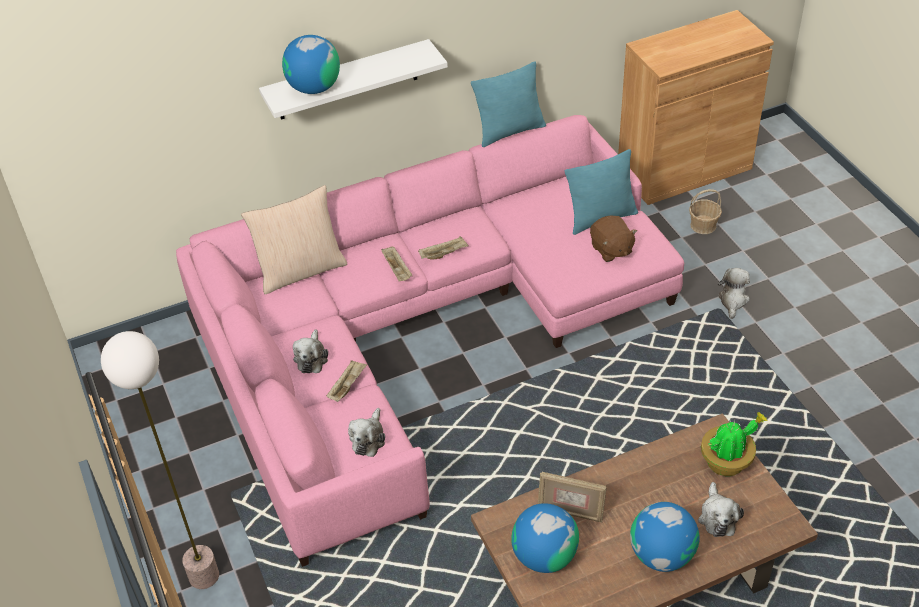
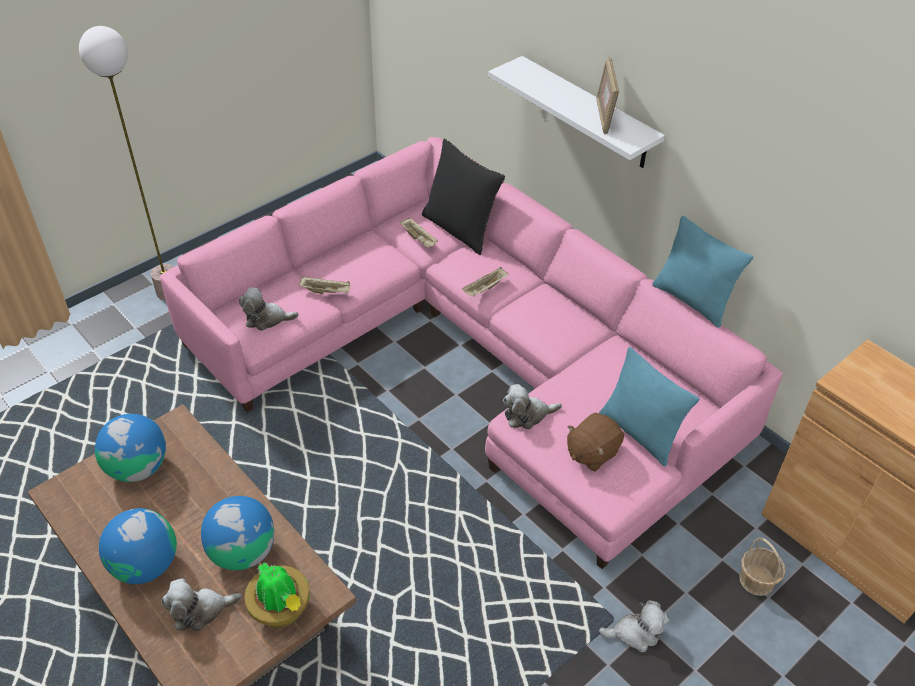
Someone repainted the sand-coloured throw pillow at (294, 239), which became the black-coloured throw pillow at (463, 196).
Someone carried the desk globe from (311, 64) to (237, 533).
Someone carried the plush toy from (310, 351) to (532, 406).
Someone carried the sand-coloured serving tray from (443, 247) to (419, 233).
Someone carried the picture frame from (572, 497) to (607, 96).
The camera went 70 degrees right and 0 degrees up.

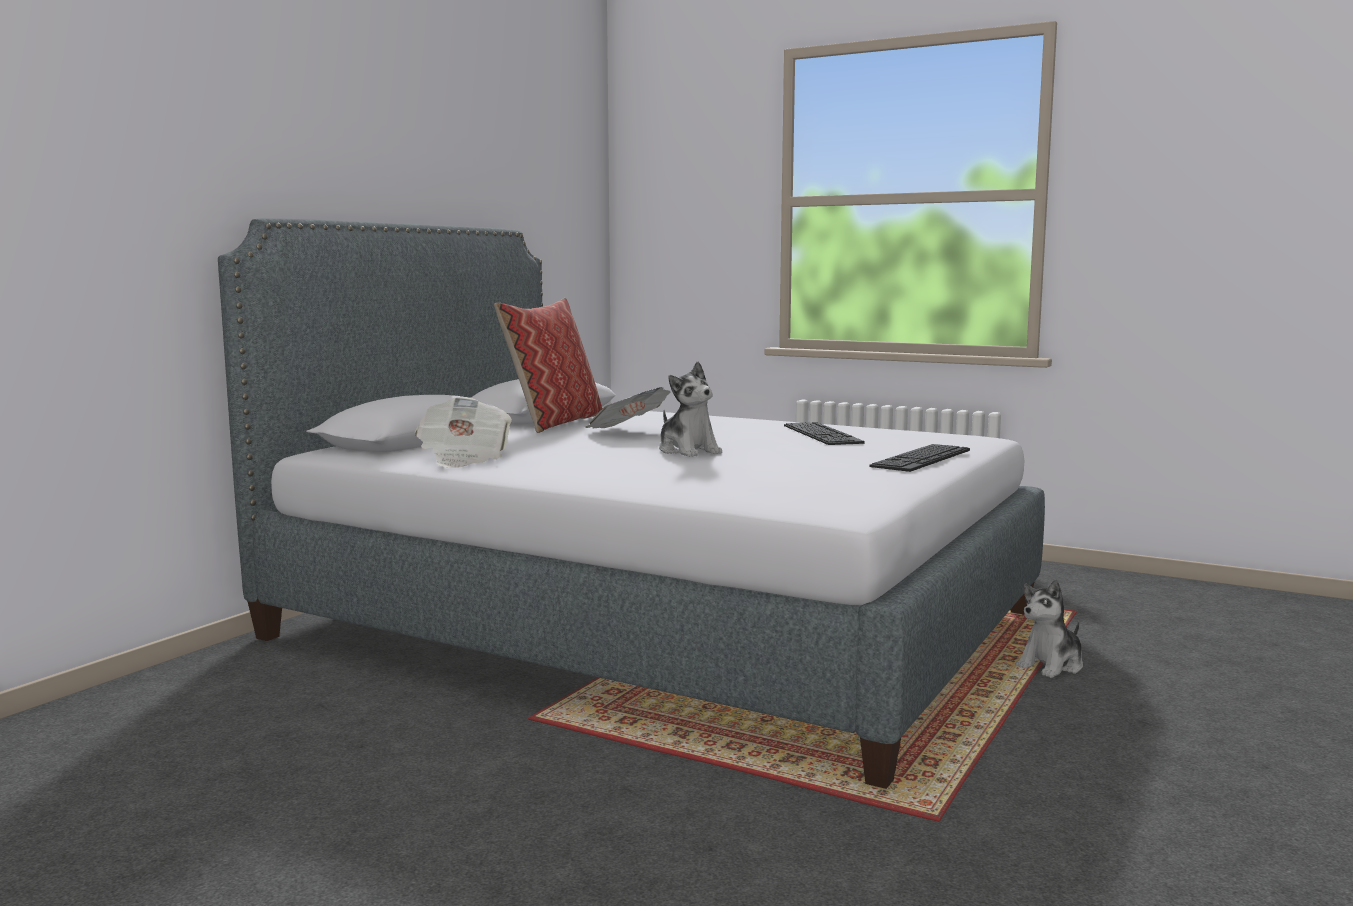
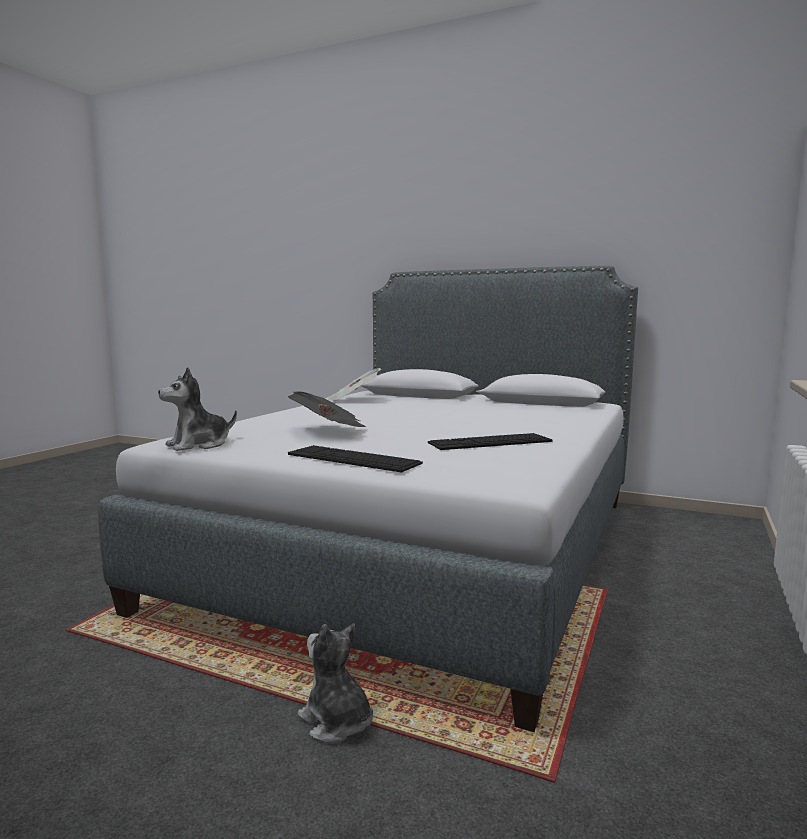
Someone took away the throw pillow at (548, 365).
Someone carried the daily paper from (628, 408) to (327, 409).
Someone carried the plush toy from (690, 409) to (197, 409).
The camera went 85 degrees right and 0 degrees up.

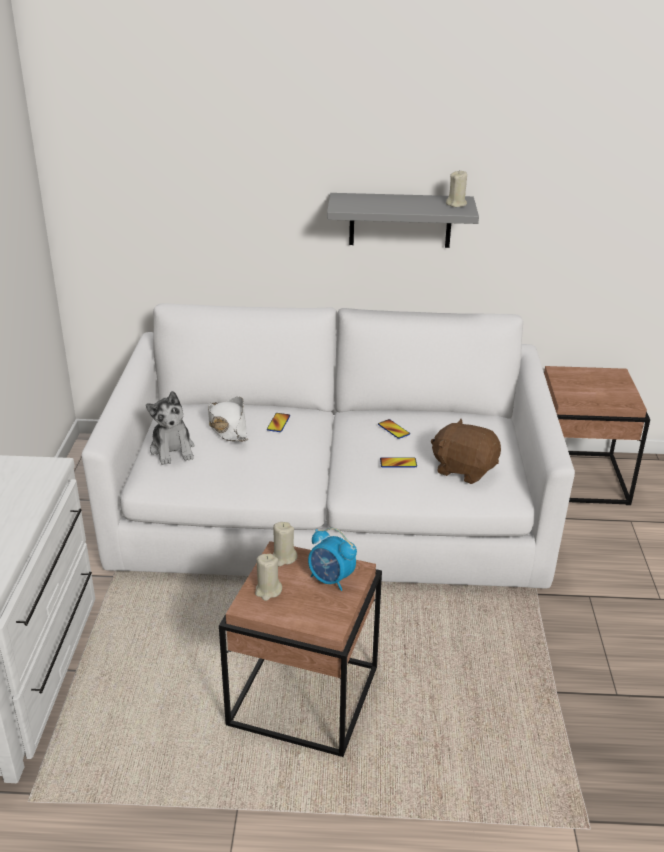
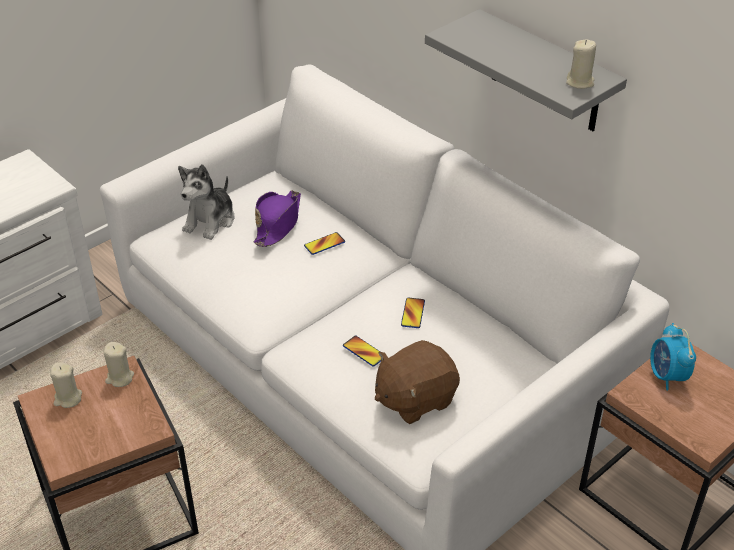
Someone repainted the white-coloured hat at (228, 419), which became the purple-coloured hat at (277, 218).
Someone carried the table clock from (332, 559) to (673, 356).
Someone rotated the brown-coloured plush toy at (466, 451) by 105 degrees counterclockwise.
The camera went 45 degrees right and 10 degrees up.

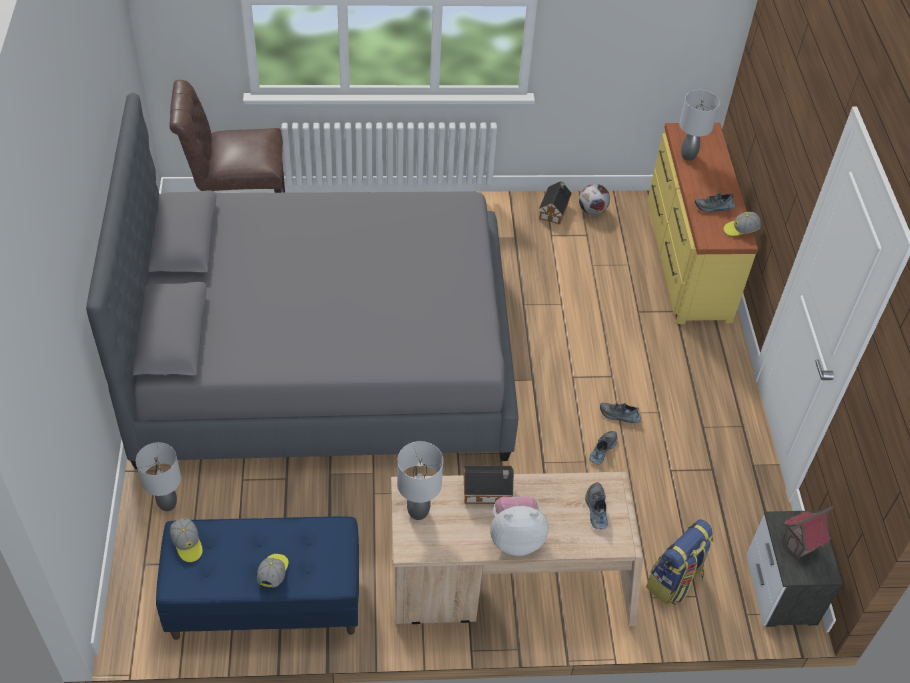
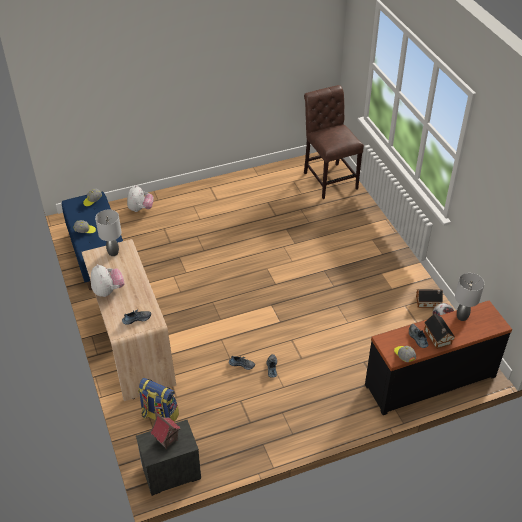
Someone took away the gray bedroom bed at (302, 281).
Someone swapped the gray tabletop lamp at (158, 476) for the plush toy at (140, 198).
Someone carried the model house from (488, 484) to (440, 331).
Someone repainted the yellowish dresser at (703, 223), which became the black-coloured dresser at (438, 358).
The camera went 75 degrees right and 5 degrees down.

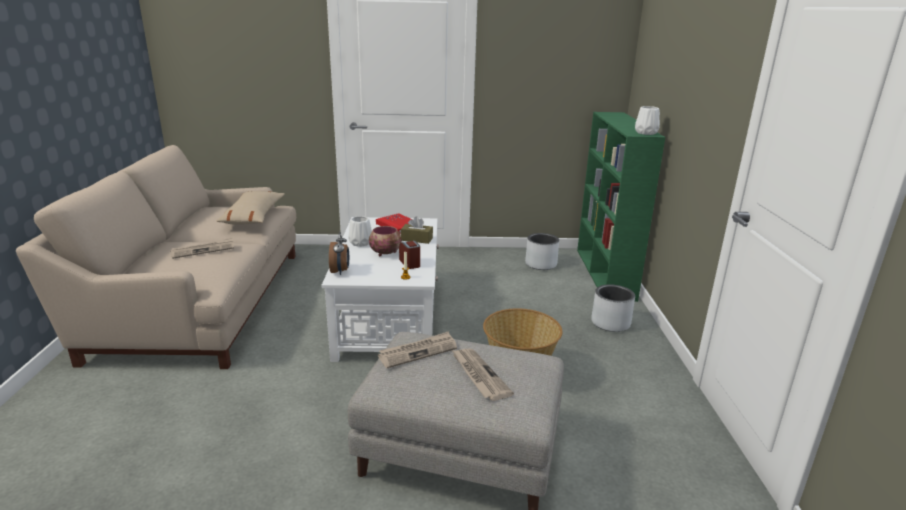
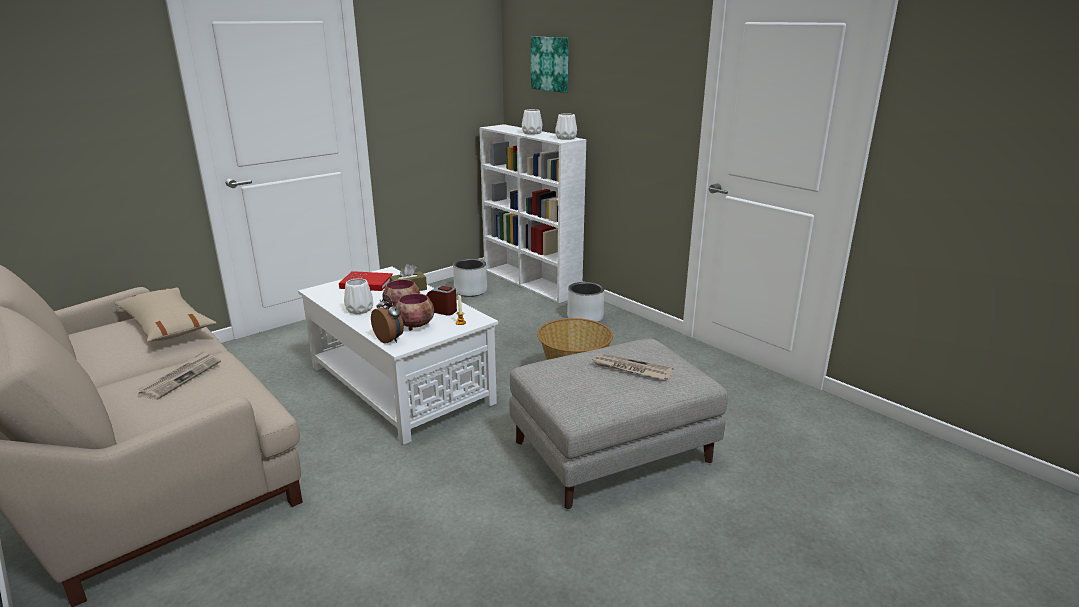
Someone took away the daily paper at (417, 349).
Someone repainted the greenish bookcase at (621, 207), which became the white-coloured bookcase at (532, 213).
Someone put down the bowl at (415, 312).
Someone put down the white-coloured vase at (532, 122).
Someone put up the wall art at (549, 64).
The camera went 40 degrees left and 0 degrees up.

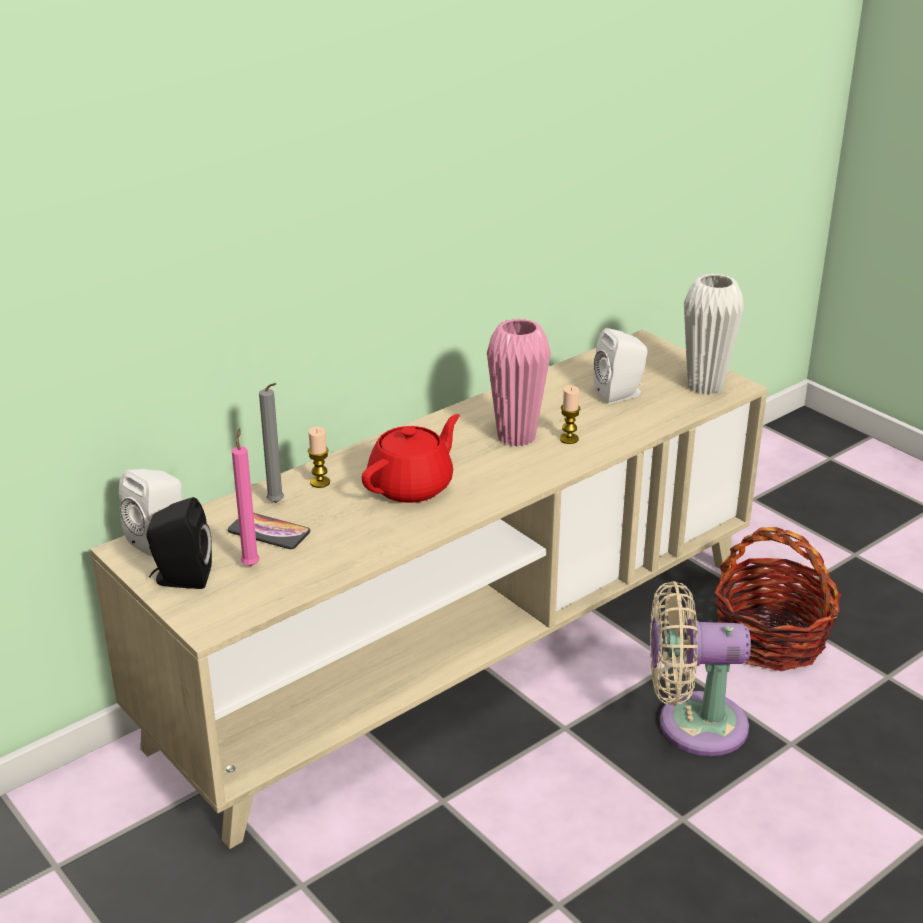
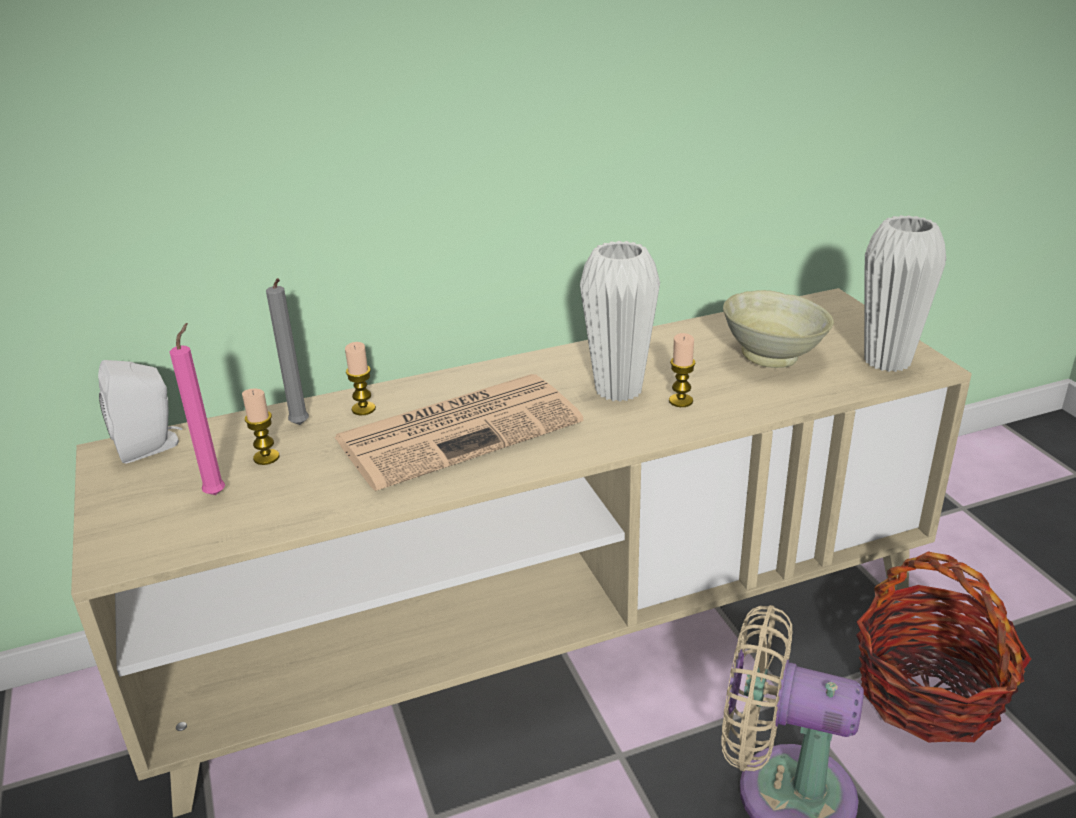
Someone took away the black-coloured audio speaker at (179, 543).
Someone swapped the phone at (269, 531) for the wax candle at (260, 427).
Someone swapped the red tea pot at (411, 458) for the daily paper at (458, 432).
Someone repainted the pinkish vase at (519, 382), which became the white-coloured vase at (620, 321).
Someone swapped the white-coloured audio speaker at (620, 366) for the sand-coloured bowl at (778, 329).
The camera went 20 degrees right and 0 degrees up.

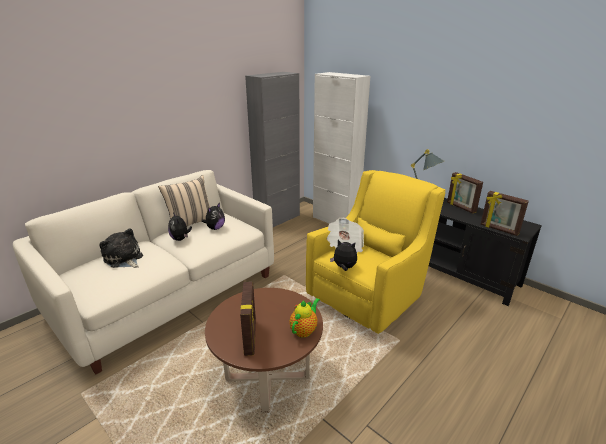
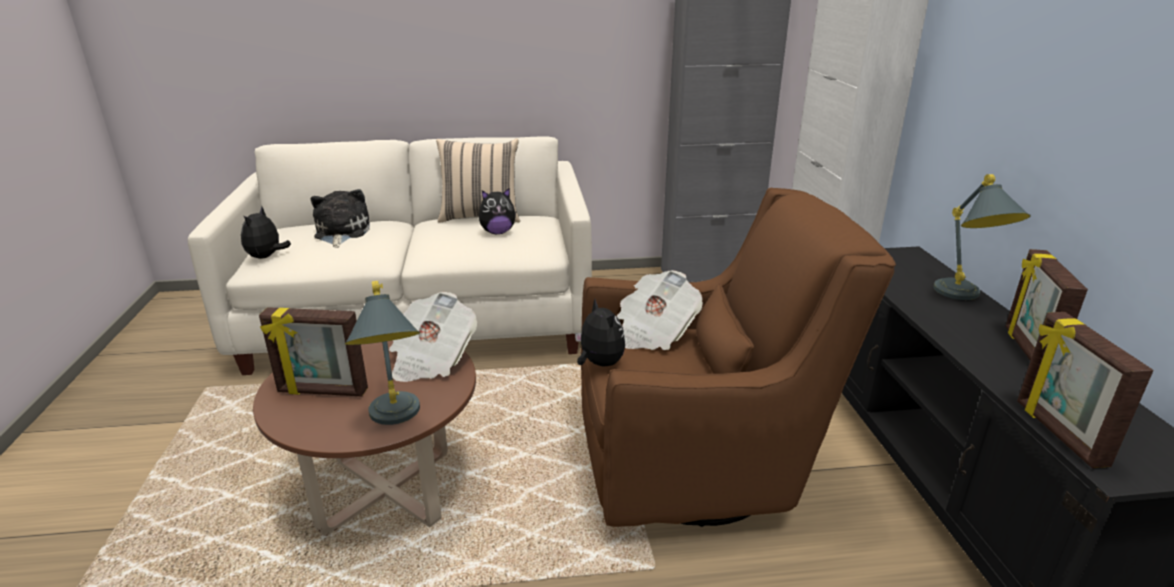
Someone carried the plush toy from (180, 226) to (266, 232).
Someone rotated the picture frame at (248, 319) by 60 degrees clockwise.
Someone swapped the tea pot at (304, 318) for the gray tabletop lamp at (382, 353).
Someone repainted the yellowish lounge chair at (375, 252), which became the brown-coloured lounge chair at (738, 357).
Someone put down the daily paper at (433, 337).
The camera went 40 degrees right and 0 degrees up.

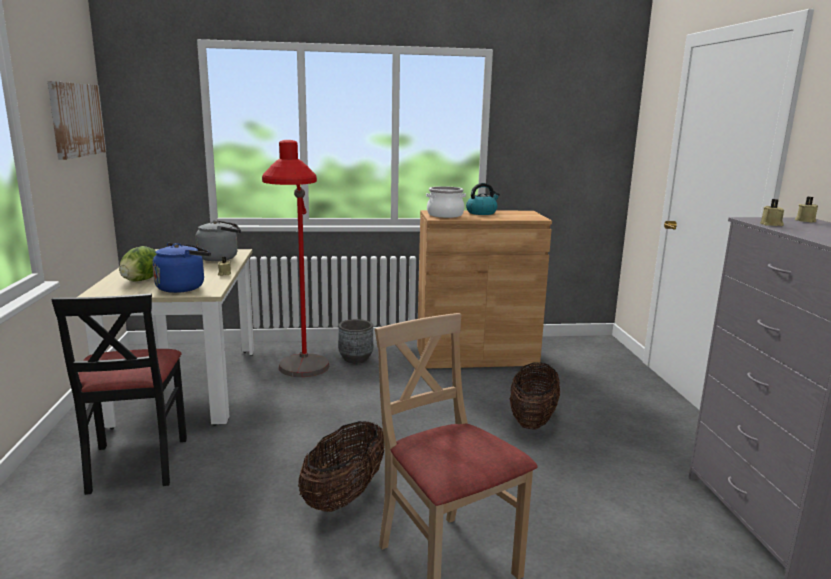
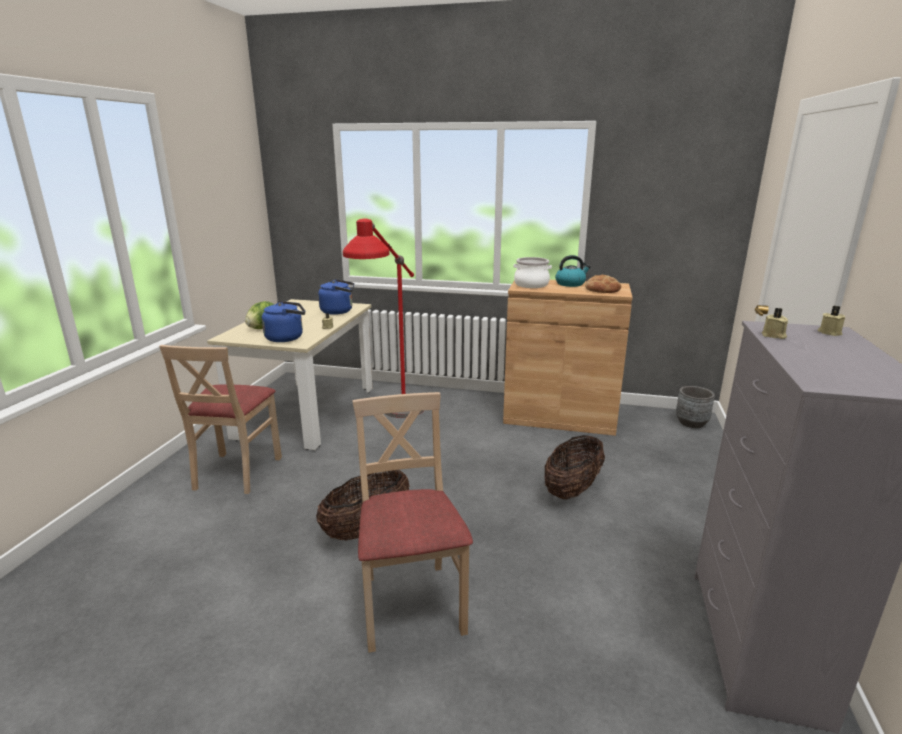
Someone took away the wall art at (77, 120).
Someone repainted the black-coloured chair at (119, 394), which became the sand-coloured chair at (220, 419).
Someone repainted the gray kettle at (218, 240), which became the bluish kettle at (336, 297).
Someone carried the gray flower pot from (355, 341) to (695, 407).
Someone put down the baked bread at (603, 284).
The camera went 20 degrees right and 5 degrees up.

